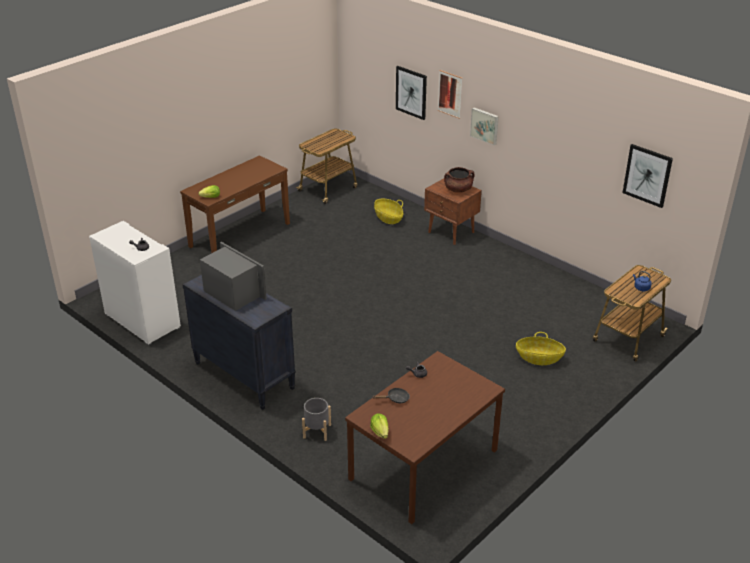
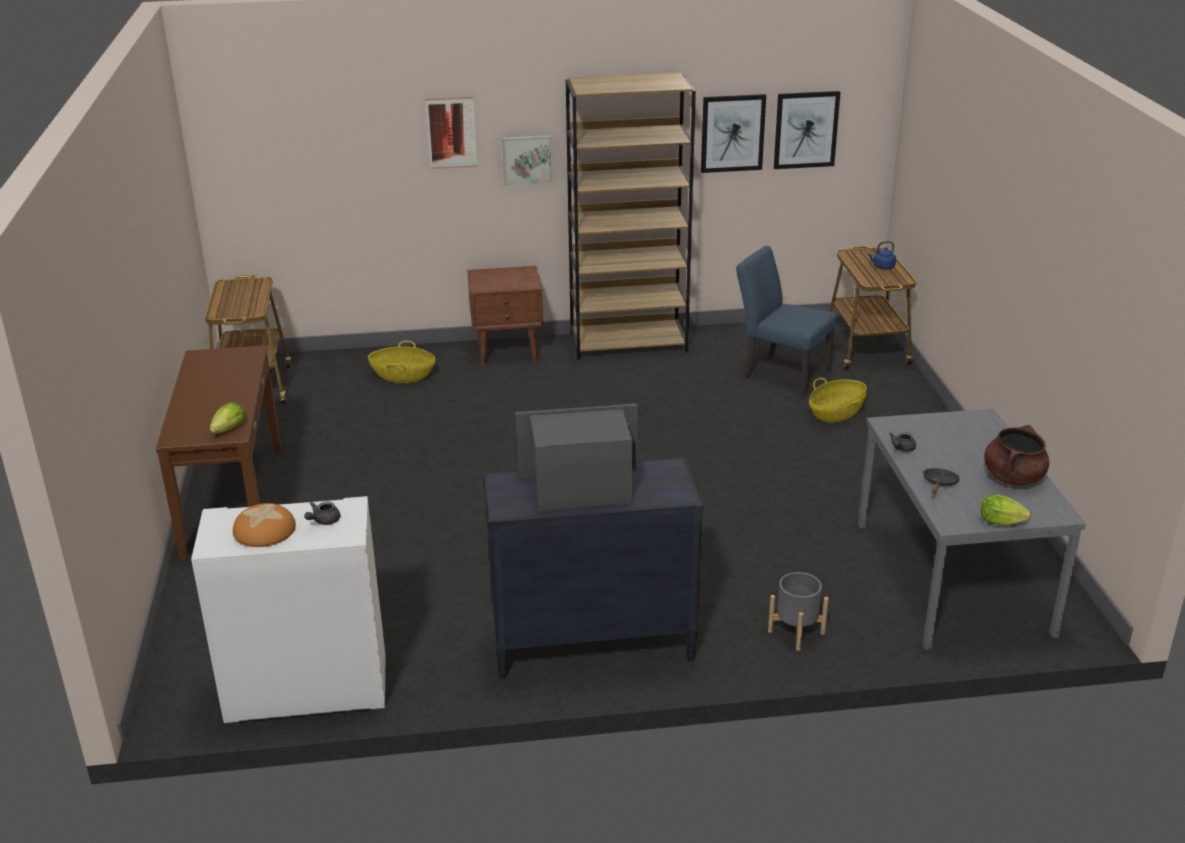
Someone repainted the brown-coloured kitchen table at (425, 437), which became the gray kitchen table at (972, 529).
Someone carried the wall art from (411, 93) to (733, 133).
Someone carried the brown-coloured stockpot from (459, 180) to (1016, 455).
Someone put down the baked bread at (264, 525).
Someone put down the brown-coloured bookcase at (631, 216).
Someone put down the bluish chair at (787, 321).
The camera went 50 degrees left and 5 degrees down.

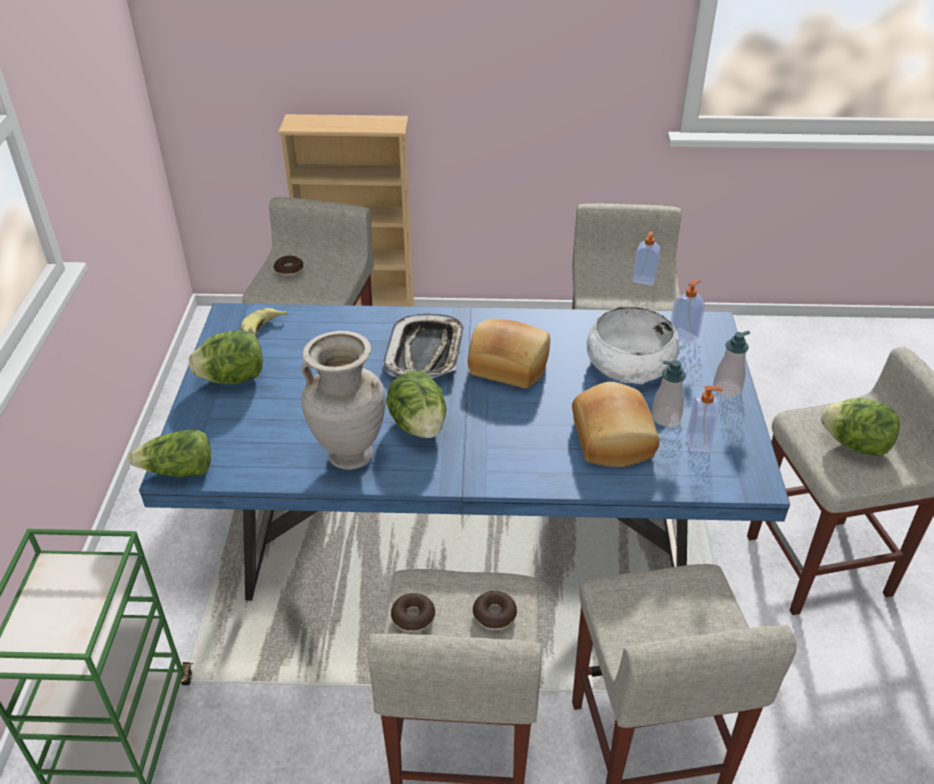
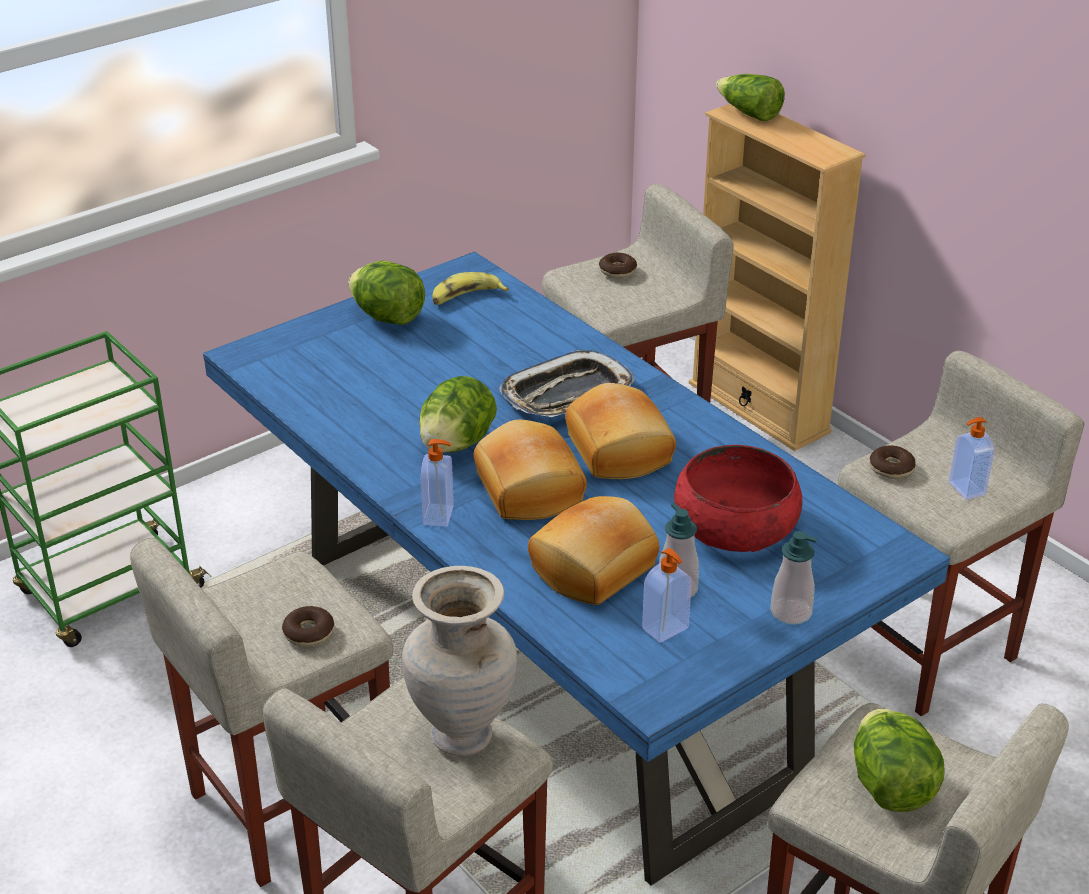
Someone carried the lettuce from (169, 453) to (750, 97).
Someone carried the sand-coloured vase from (343, 400) to (459, 661).
Someone carried the ring doughnut from (413, 613) to (893, 462).
Someone repainted the white-coloured bowl at (633, 344), which became the red bowl at (738, 498).
Someone carried the soap bottle from (688, 312) to (437, 483).
Someone put down the baked bread at (530, 470).
The camera went 50 degrees right and 5 degrees down.

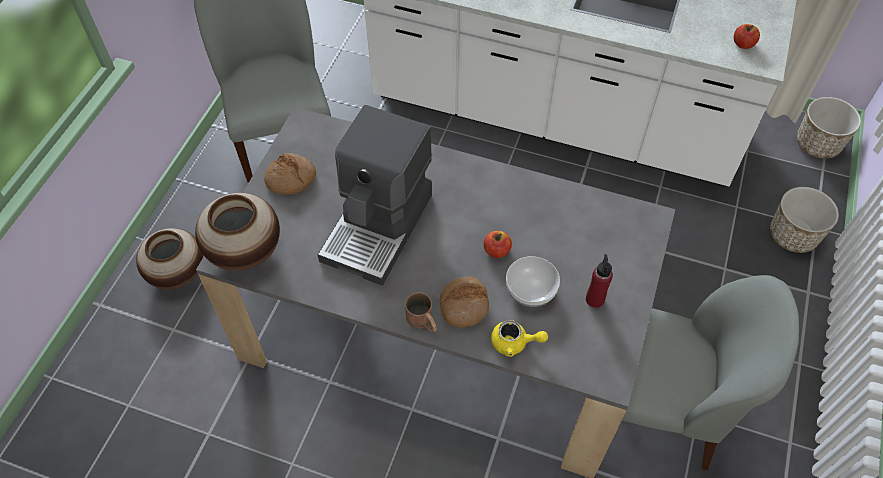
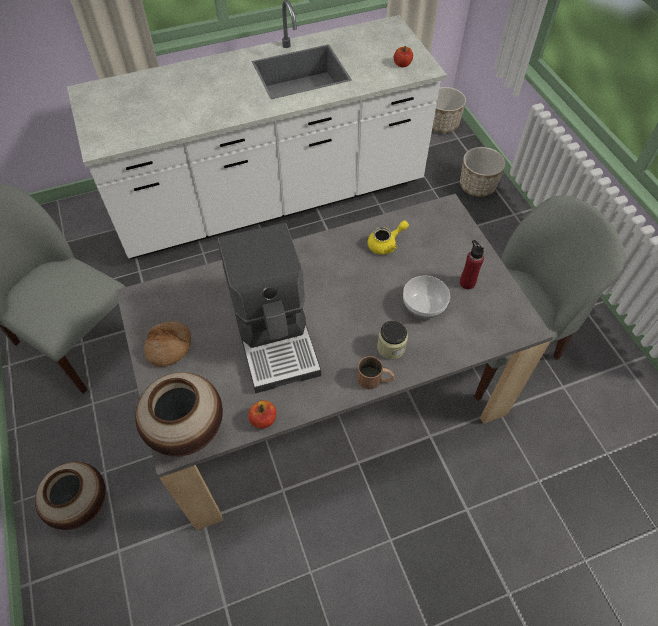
Someone swapped the baked bread at (464, 302) for the preserve jar at (392, 340).
Someone carried the apple fruit from (498, 244) to (262, 414).
Someone carried the yellowish tea pot from (519, 338) to (388, 237).
The camera went 40 degrees left and 0 degrees up.

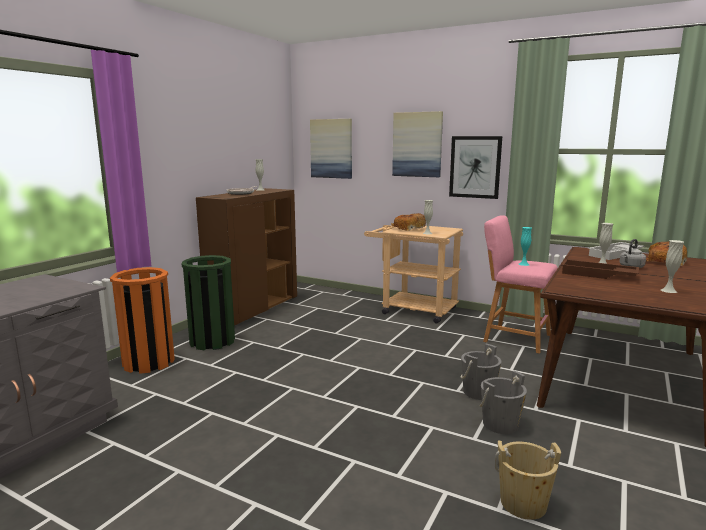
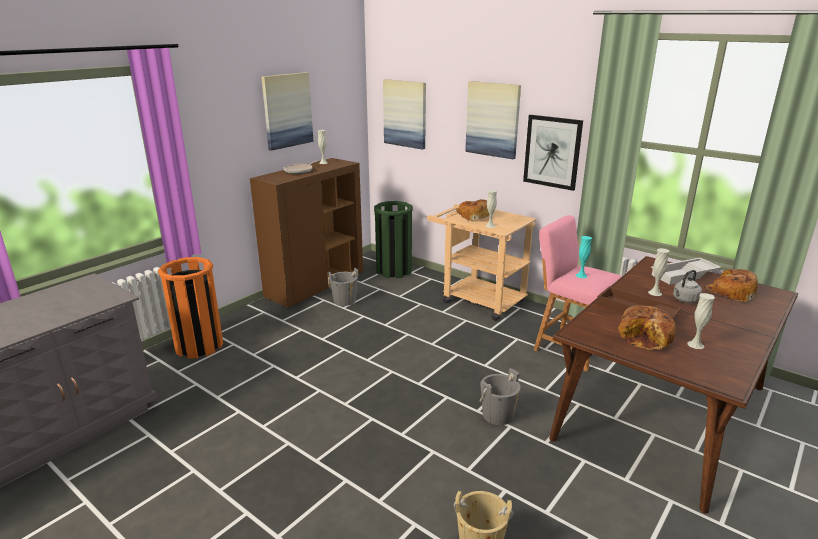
Someone carried the greenish waste bin from (208, 302) to (393, 239).
Someone carried the gray water bucket from (503, 402) to (343, 287).
Someone put up the wall art at (287, 111).
Someone put down the baked bread at (647, 327).
The camera went 10 degrees right and 10 degrees up.

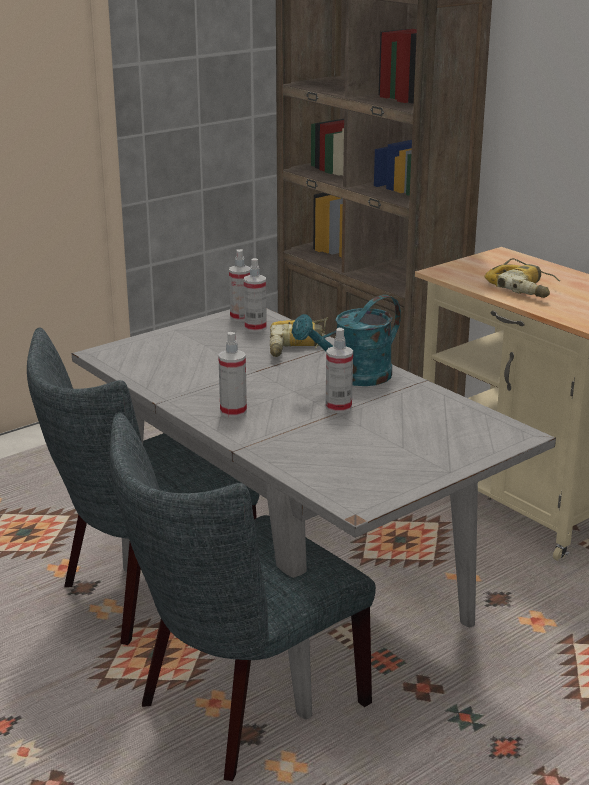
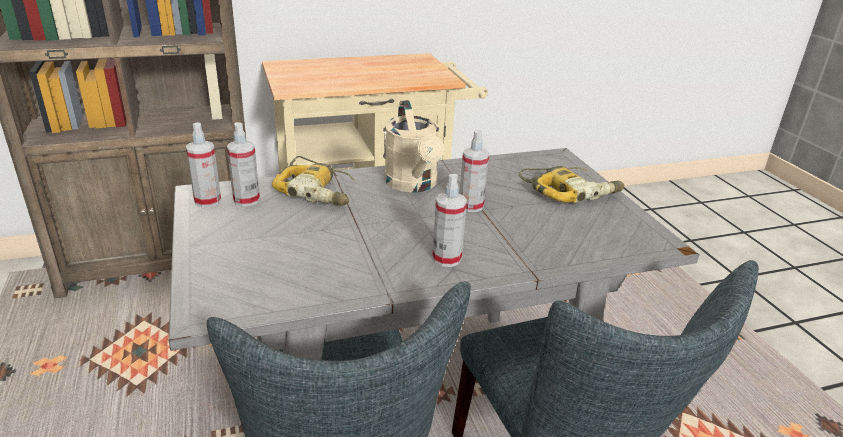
Someone repainted the turquoise-coloured watering pot at (346, 340), which became the sand-coloured watering pot at (414, 146).
Someone carried the electric drill from (522, 278) to (571, 184).
The camera went 70 degrees left and 5 degrees up.

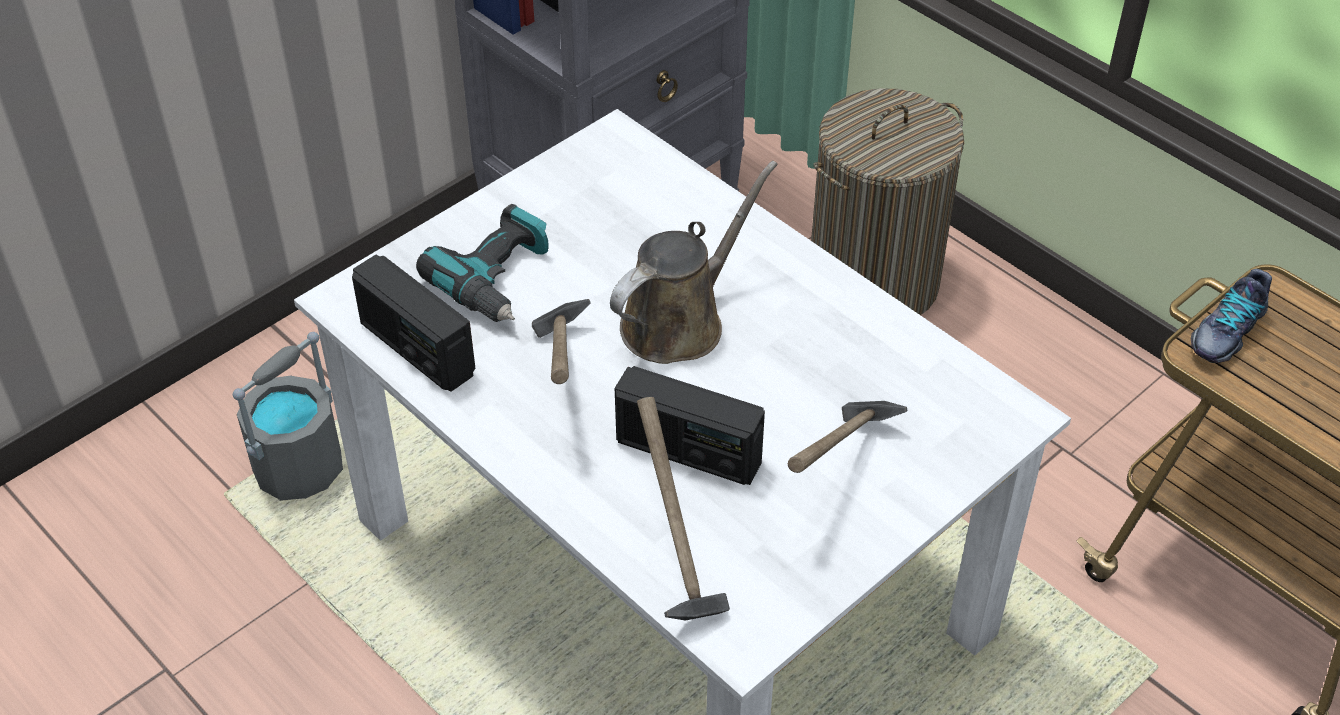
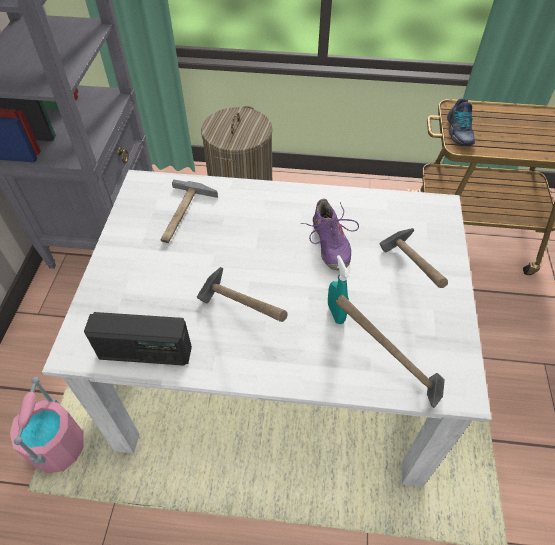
Someone repainted the gray water bucket at (288, 416), which became the pinkish water bucket at (47, 425).
Someone took away the electric drill at (482, 263).
Someone took away the brown-coloured watering pot at (694, 262).
Someone swapped the radio set at (690, 425) for the turquoise-coloured hand sprayer at (338, 289).
Someone put down the tool hammer at (189, 211).
Someone put down the purple-coloured shoe at (330, 234).
The camera went 40 degrees left and 5 degrees up.

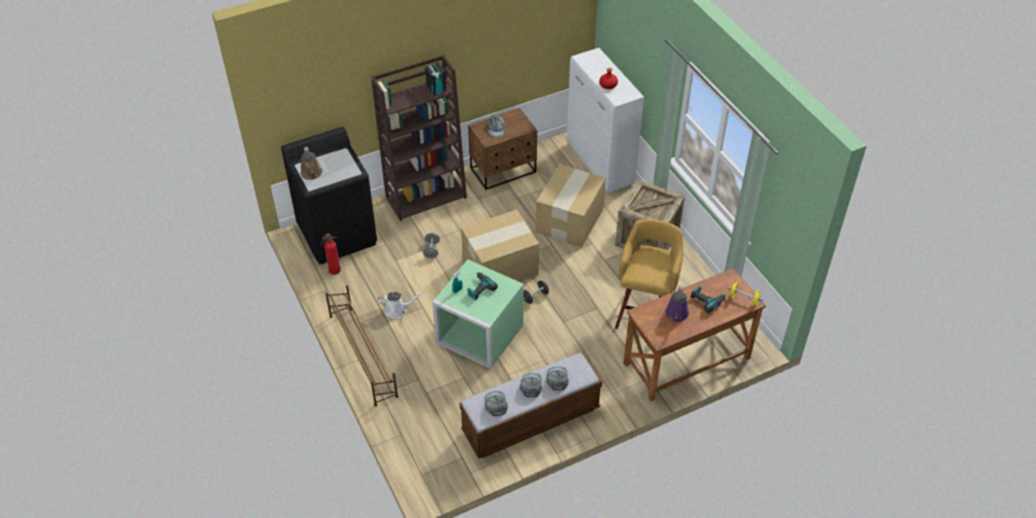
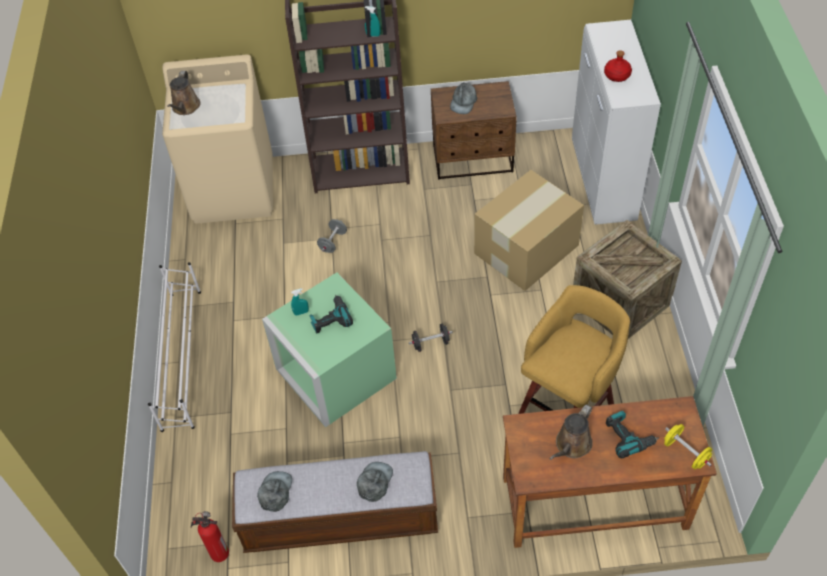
Someone repainted the black-coloured laundry machine at (329, 195), which became the sand-coloured laundry machine at (217, 139).
Someone carried the extinguisher from (330, 254) to (210, 536).
Someone repainted the brown-coloured shoe rack at (361, 345), which became the white-coloured shoe rack at (174, 347).
Someone took away the white-coloured watering pot at (400, 305).
Someone took away the packing box at (500, 246).
Someone took away the gray cap at (531, 385).
Someone repainted the purple-coloured watering pot at (677, 304), which became the brown-coloured watering pot at (571, 432).
The camera went 25 degrees right and 5 degrees up.

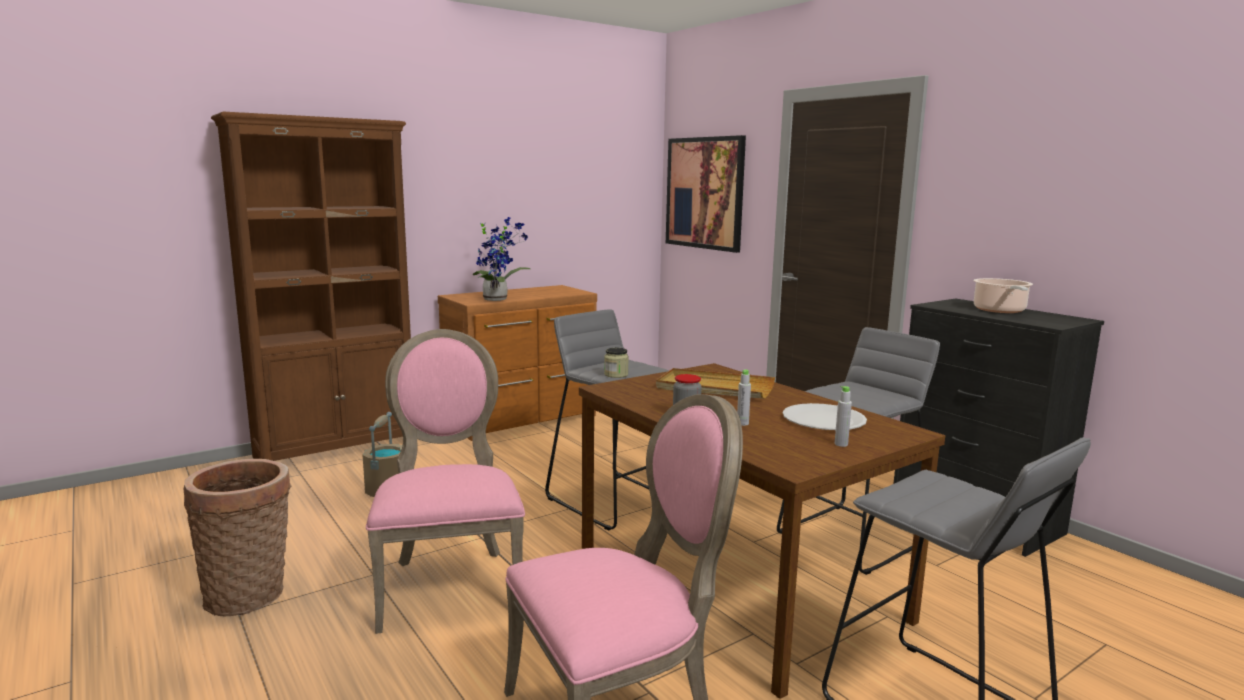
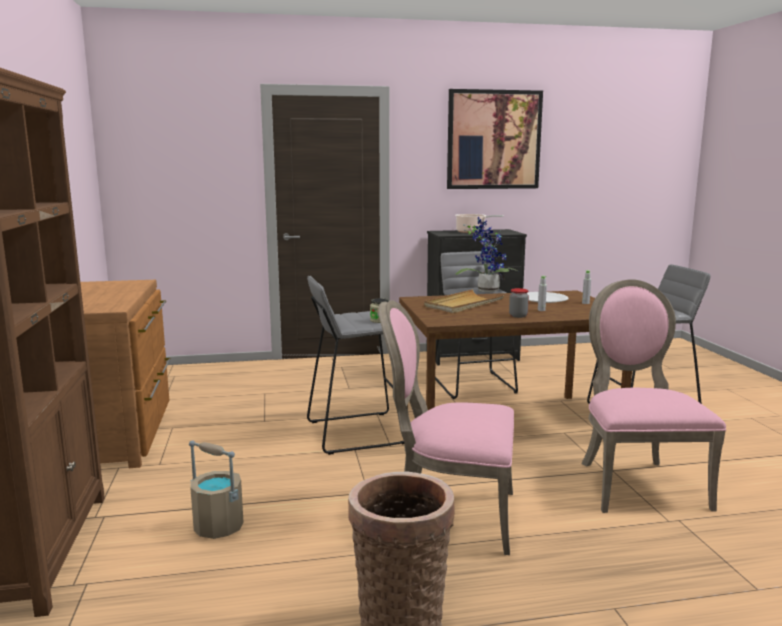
Someone carried the plant in a pot from (501, 259) to (487, 254).
Someone carried the wall art from (706, 194) to (495, 139).
The camera went 65 degrees left and 0 degrees up.

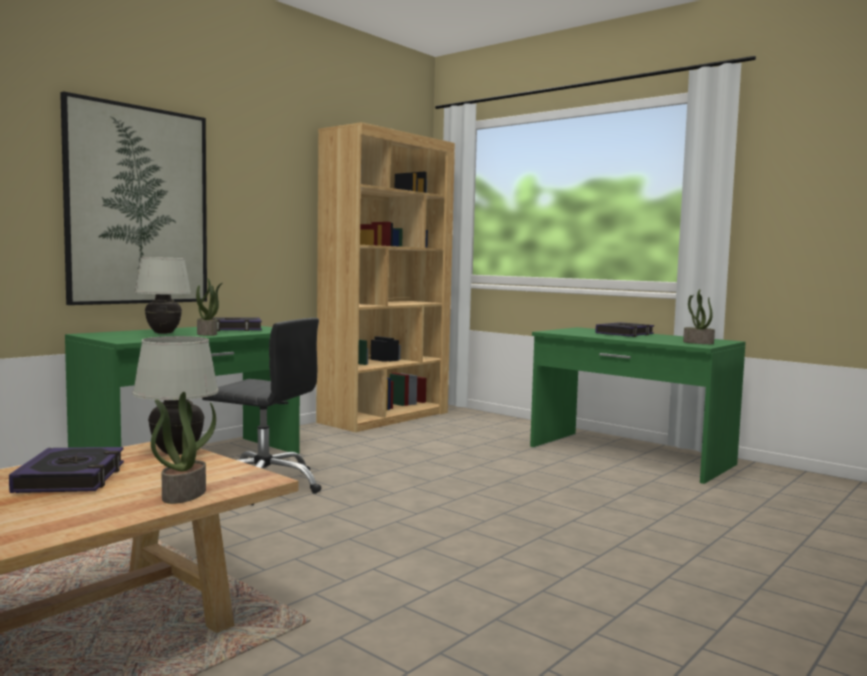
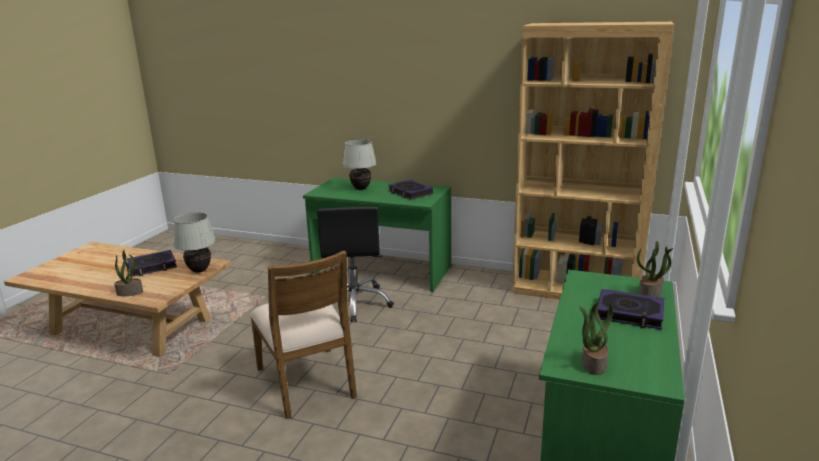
Someone took away the wall art at (133, 198).
Someone carried the plant in a pot from (209, 307) to (655, 269).
Someone put down the brown-coloured chair at (303, 334).
The camera went 70 degrees right and 15 degrees up.

